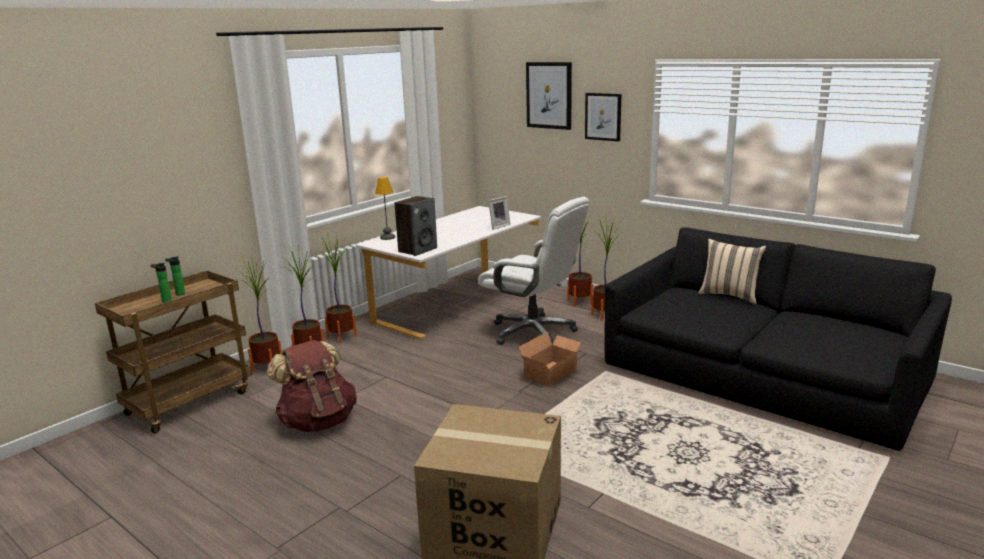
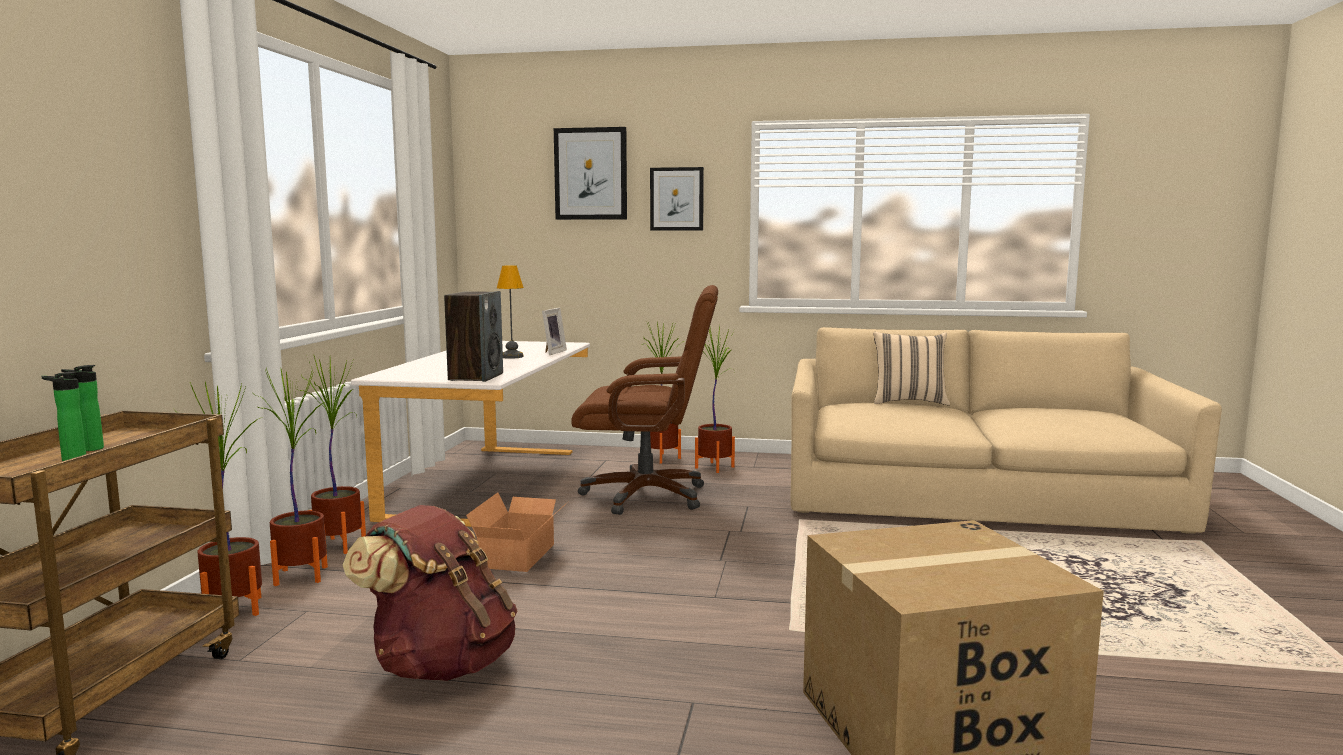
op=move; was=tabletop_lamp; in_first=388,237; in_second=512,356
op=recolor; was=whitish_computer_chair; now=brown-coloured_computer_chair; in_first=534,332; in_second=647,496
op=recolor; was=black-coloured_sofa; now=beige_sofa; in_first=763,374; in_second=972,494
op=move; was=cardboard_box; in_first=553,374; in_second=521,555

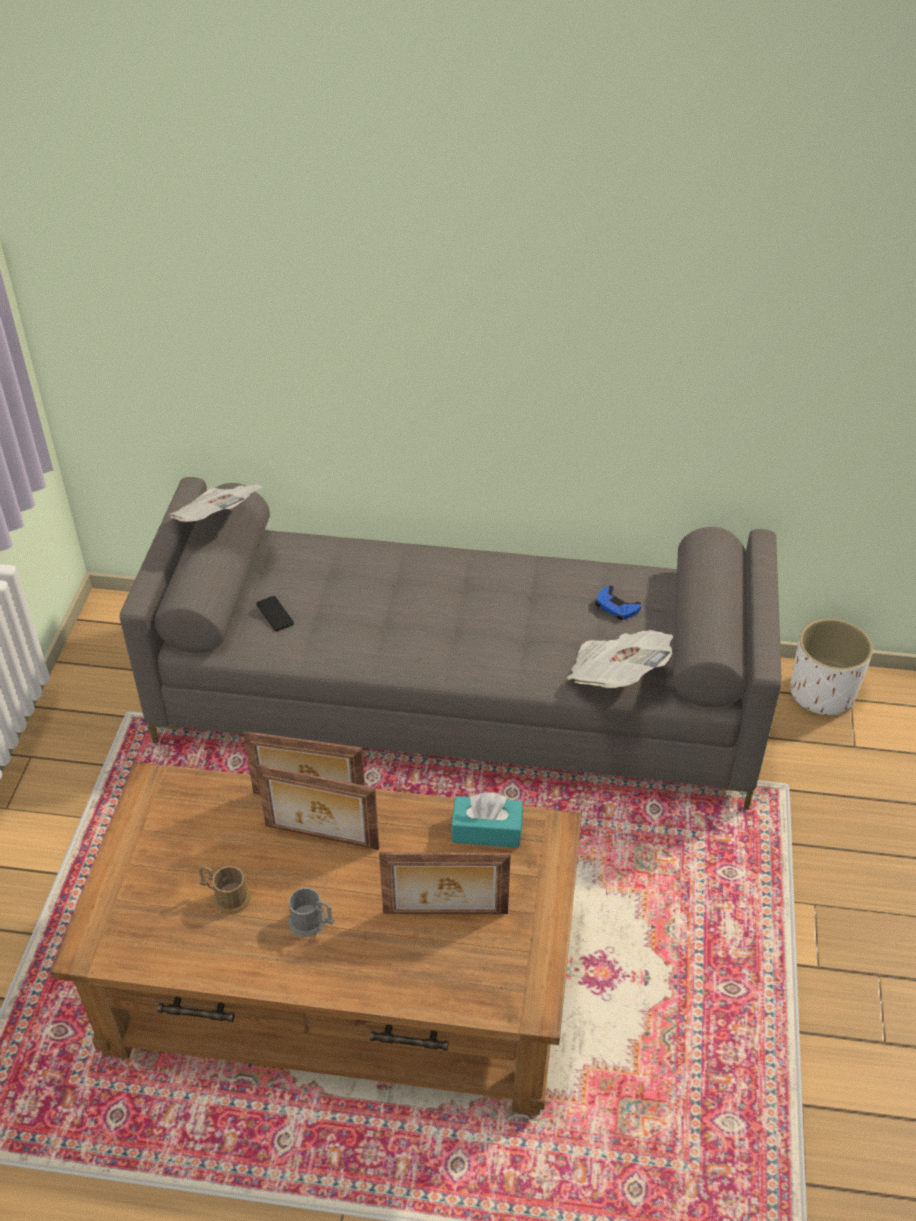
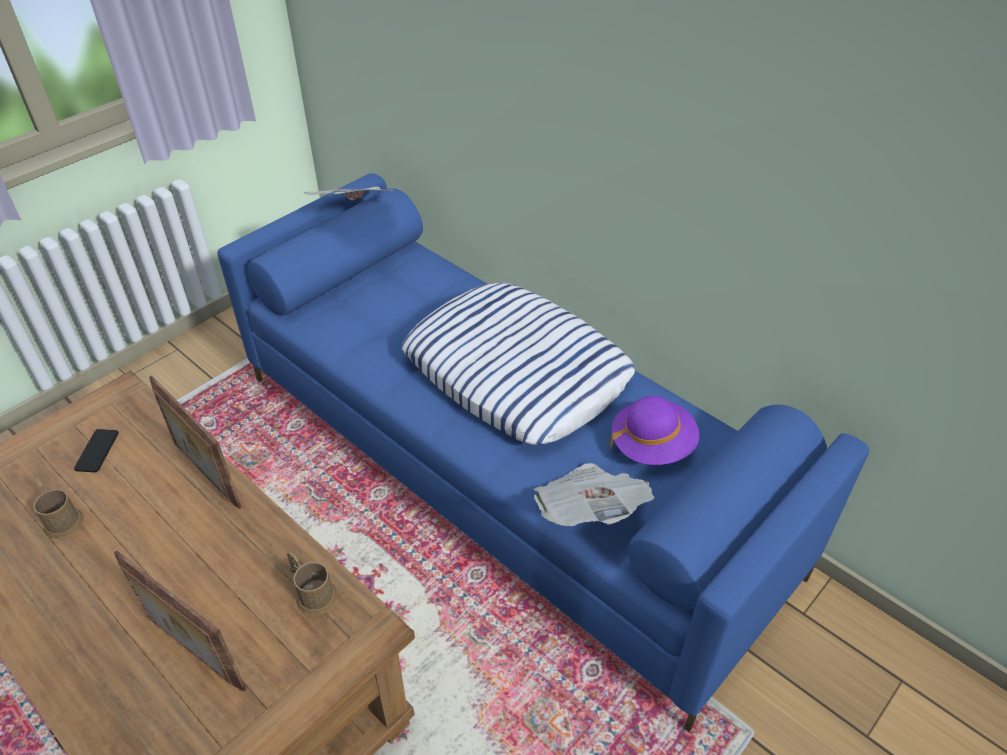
op=recolor; was=gray_sofa; now=blue_sofa; in_first=460,702; in_second=506,470
op=replace; was=blue_joypad; now=purple_wearable_hat; in_first=616,606; in_second=652,445
op=move; was=handset; in_first=275,614; in_second=97,451
op=delete; was=whitish_plant_pot; in_first=822,693
op=delete; was=photo_frame; in_first=321,838
op=replace; was=turquoise_tissue_box; now=brown-coloured_coffee_mug; in_first=487,831; in_second=312,593
op=delete; was=gray_coffee_mug; in_first=312,923
op=insert; now=pillow; in_second=517,372

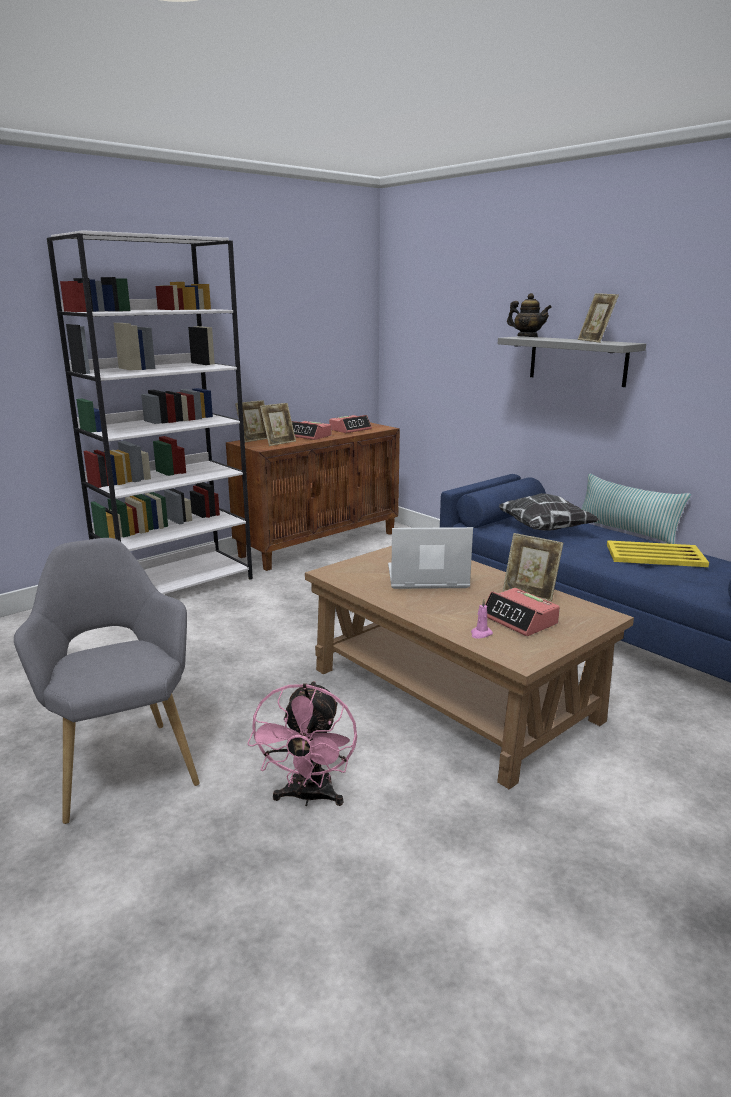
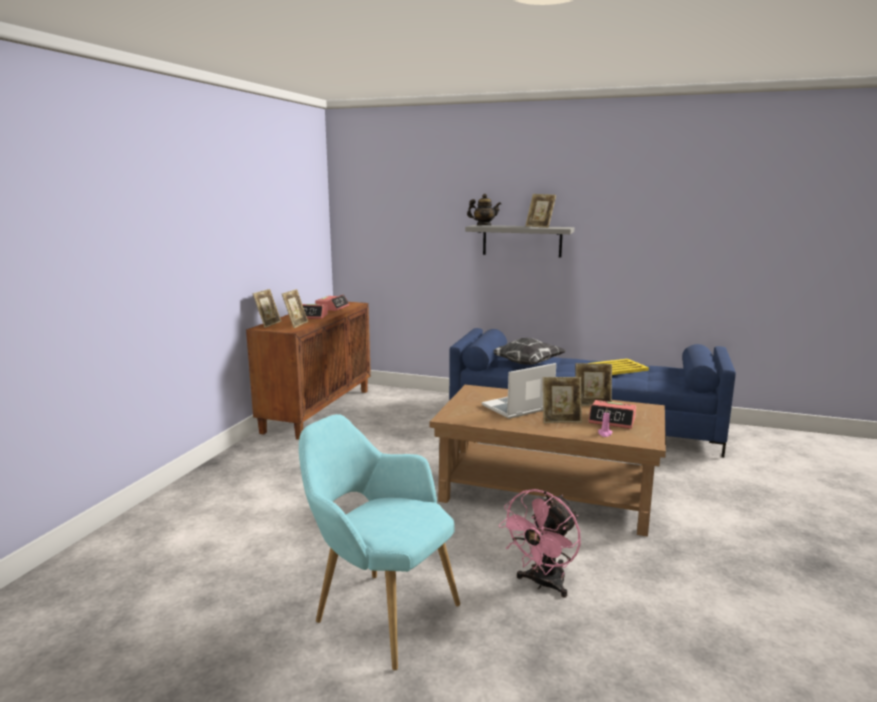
op=delete; was=whitish_bookcase; in_first=177,585
op=delete; was=pillow; in_first=626,531
op=recolor; was=gray_armchair; now=turquoise_armchair; in_first=122,762; in_second=379,612
op=rotate; was=pink_cooling_fan; in_first=308,797; in_second=543,584; clockwise=60
op=insert; now=photo_frame; in_second=561,420

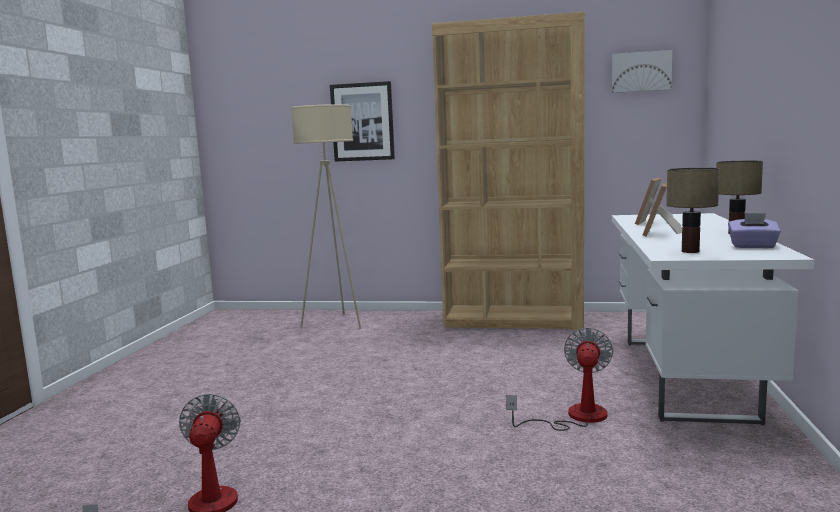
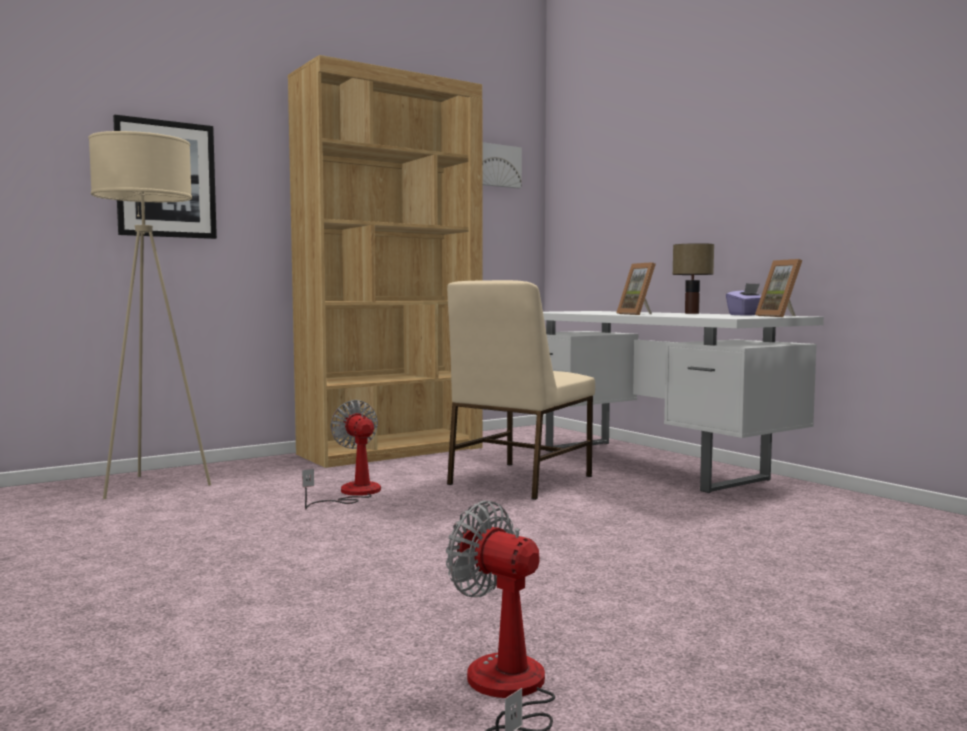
op=delete; was=tabletop_lamp; in_first=690,251
op=move; was=photo_frame; in_first=652,223; in_second=782,316
op=move; was=cooling_fan; in_first=575,417; in_second=352,494
op=insert; now=beige_chair; in_second=518,480

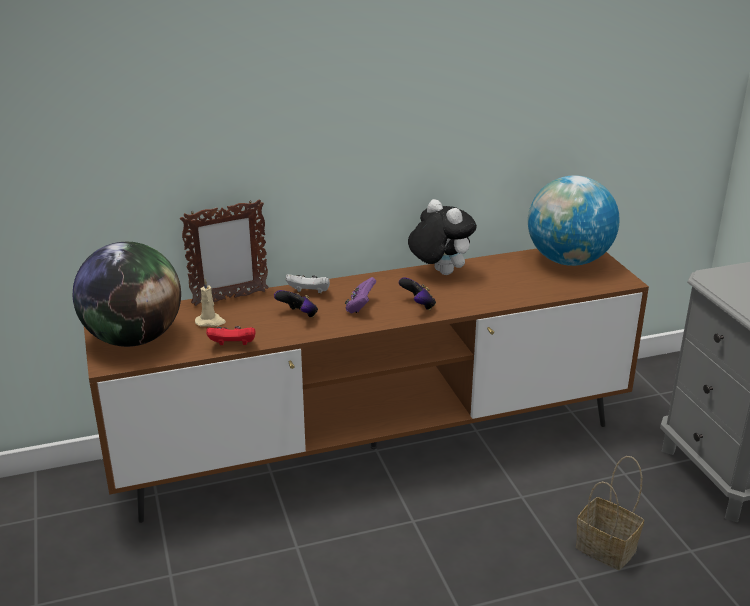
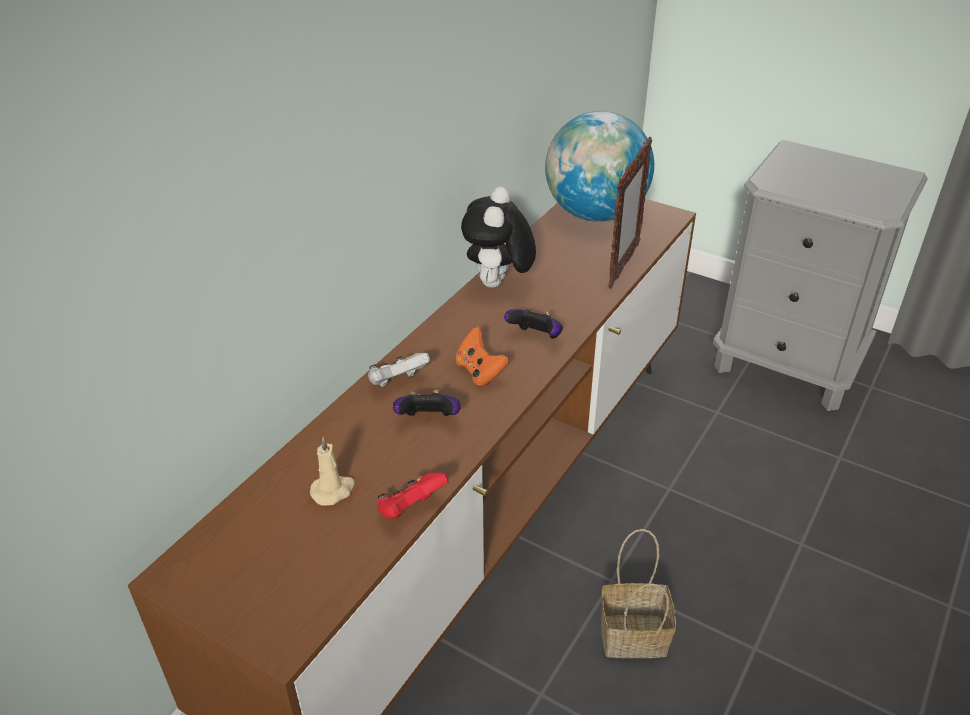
op=move; was=photo_frame; in_first=229,298; in_second=623,266
op=rotate; was=plush_toy; in_first=439,272; in_second=498,284; clockwise=-90
op=delete; was=globe; in_first=134,338
op=recolor; was=purple_joypad; now=orange-coloured_joypad; in_first=360,307; in_second=480,371
op=move; was=basket; in_first=608,548; in_second=635,634

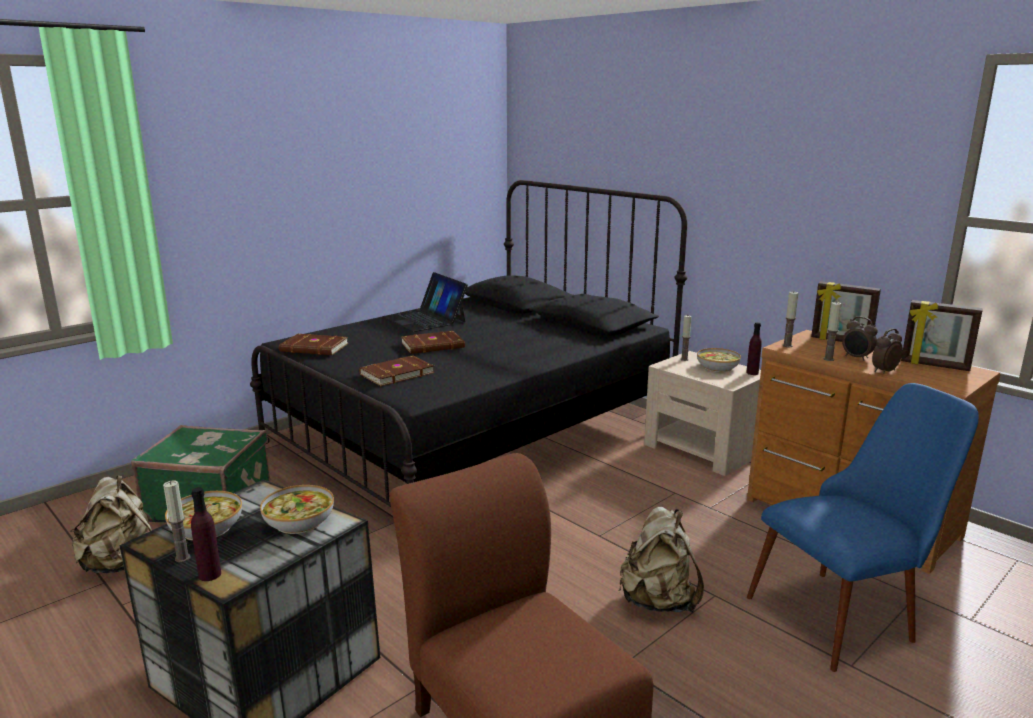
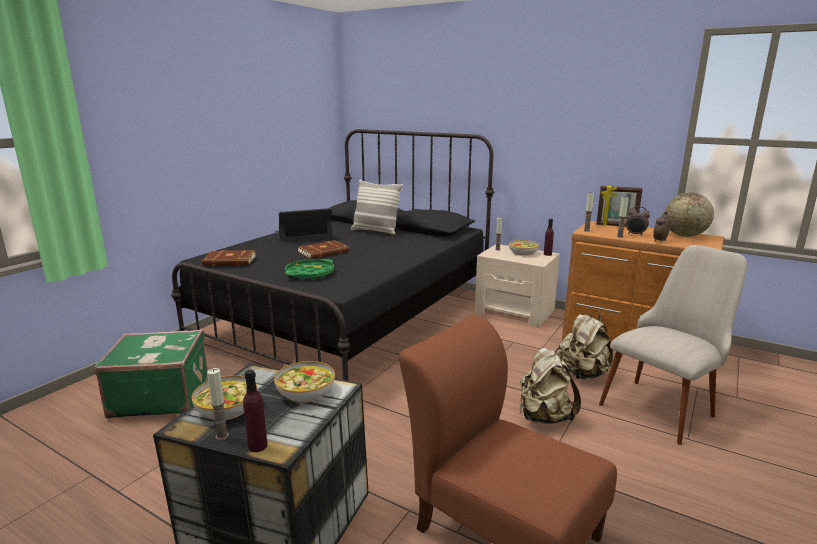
op=rotate; was=portable_computer; in_first=425,319; in_second=303,234; clockwise=120
op=replace; was=photo_frame; now=globe; in_first=935,366; in_second=684,235
op=replace; was=brown-coloured_bound_book; now=greenish_serving_tray; in_first=396,373; in_second=310,273
op=recolor; was=blue_chair; now=beige_chair; in_first=847,611; in_second=665,404
op=move; was=beige_backpack; in_first=121,564; in_second=583,374
op=insert; now=pillow; in_second=375,231

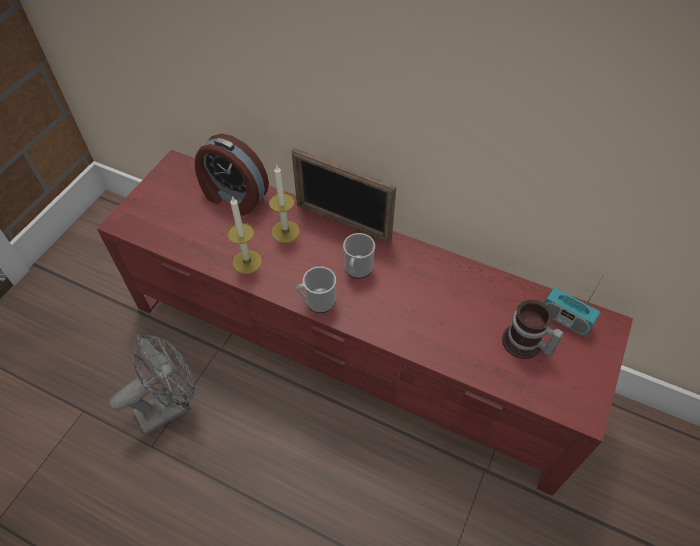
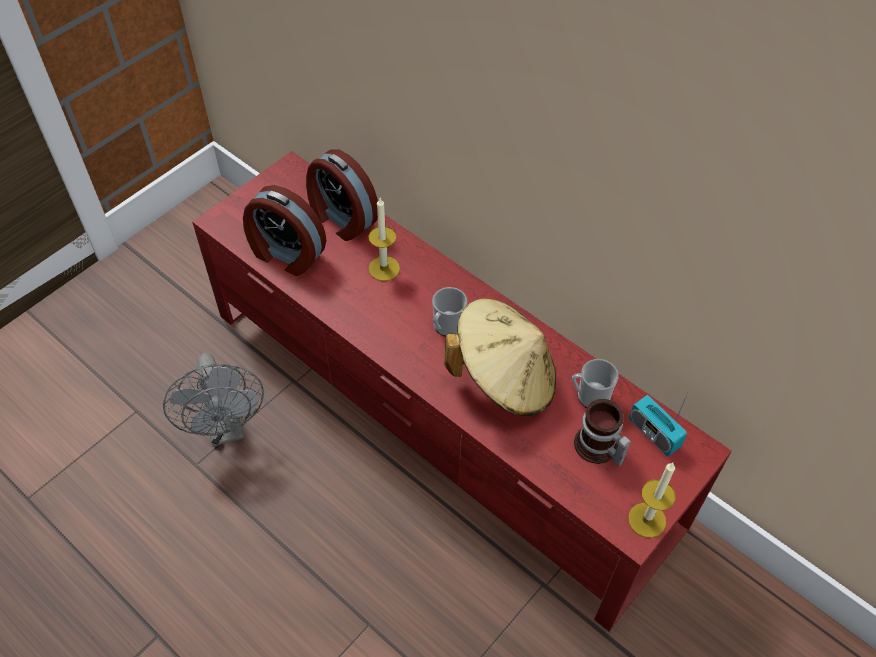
op=delete; was=photo_frame; in_first=343,222
op=move; was=wax_candle; in_first=247,262; in_second=647,520
op=move; was=coffee_mug; in_first=317,302; in_second=589,396
op=rotate; was=gray_cooling_fan; in_first=170,406; in_second=226,429; clockwise=90
op=insert; now=table_clock; in_second=286,254
op=insert; now=beige_wearable_hat; in_second=504,377

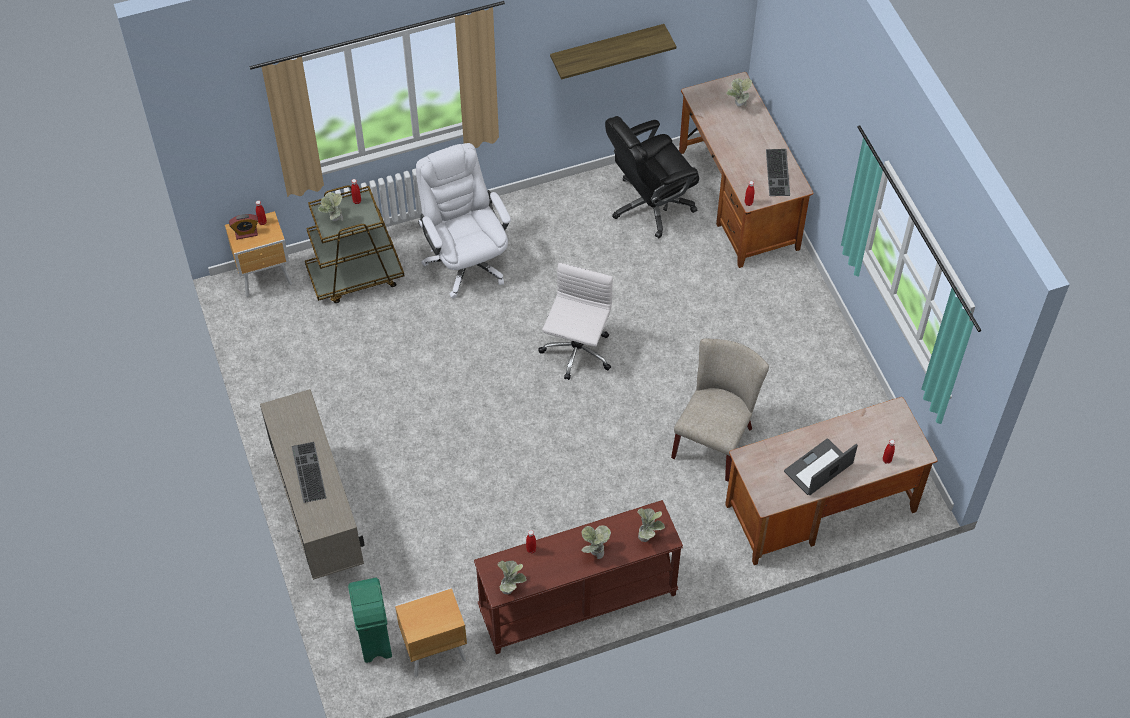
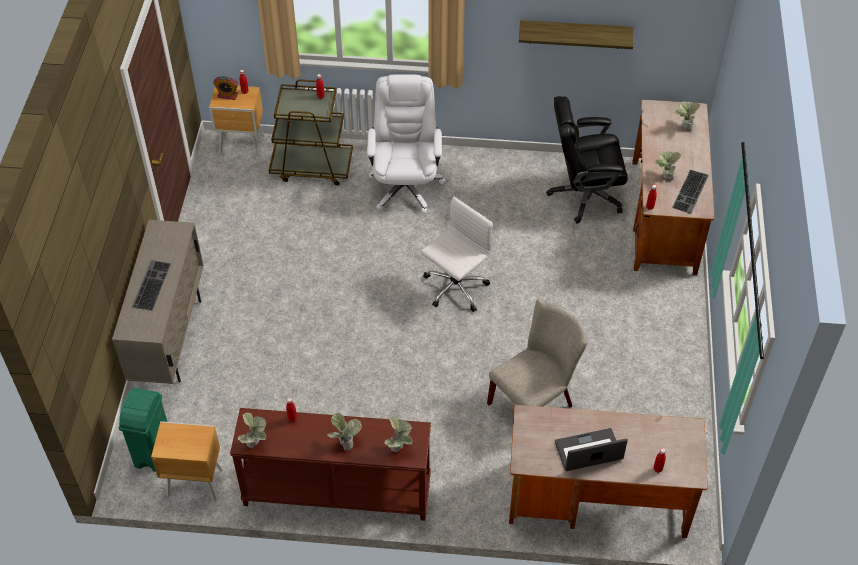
op=move; was=potted_plant; in_first=334,220; in_second=665,177

